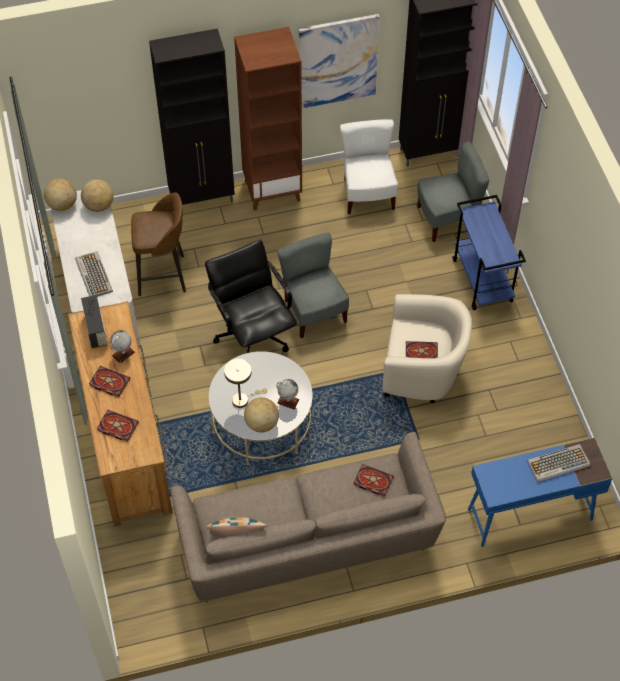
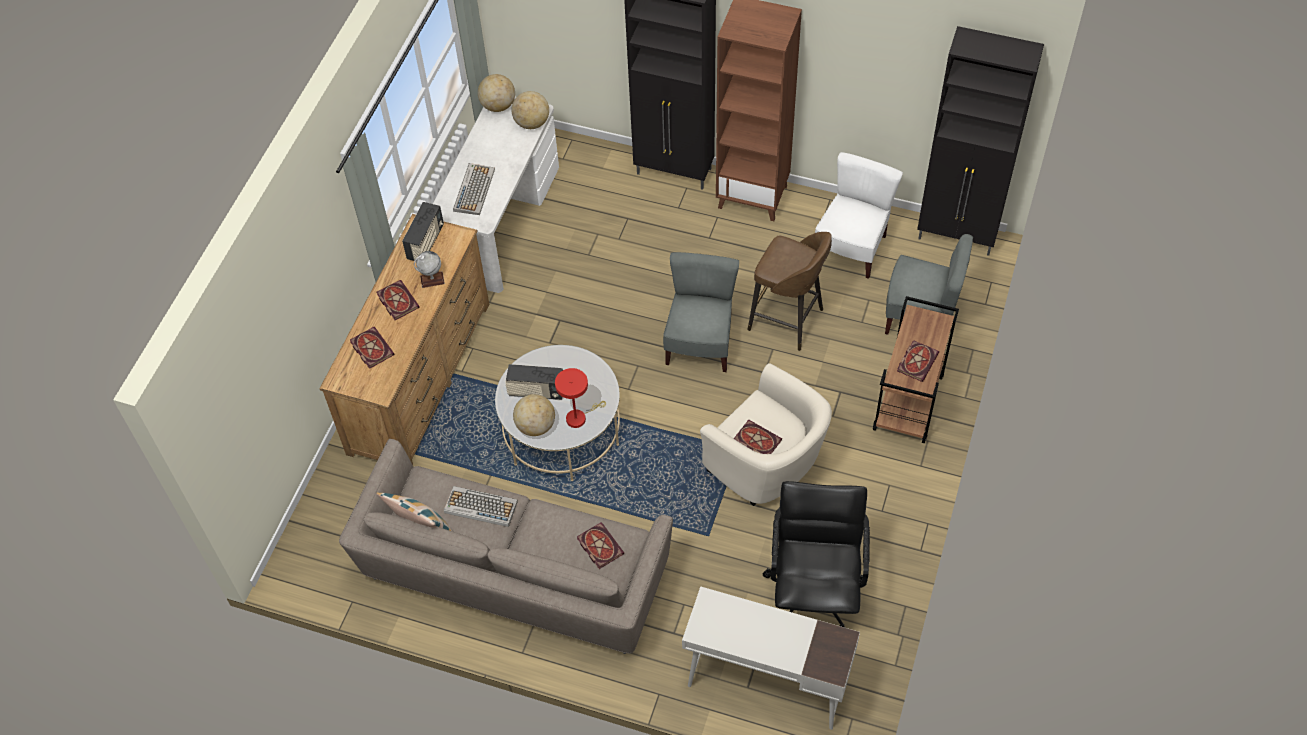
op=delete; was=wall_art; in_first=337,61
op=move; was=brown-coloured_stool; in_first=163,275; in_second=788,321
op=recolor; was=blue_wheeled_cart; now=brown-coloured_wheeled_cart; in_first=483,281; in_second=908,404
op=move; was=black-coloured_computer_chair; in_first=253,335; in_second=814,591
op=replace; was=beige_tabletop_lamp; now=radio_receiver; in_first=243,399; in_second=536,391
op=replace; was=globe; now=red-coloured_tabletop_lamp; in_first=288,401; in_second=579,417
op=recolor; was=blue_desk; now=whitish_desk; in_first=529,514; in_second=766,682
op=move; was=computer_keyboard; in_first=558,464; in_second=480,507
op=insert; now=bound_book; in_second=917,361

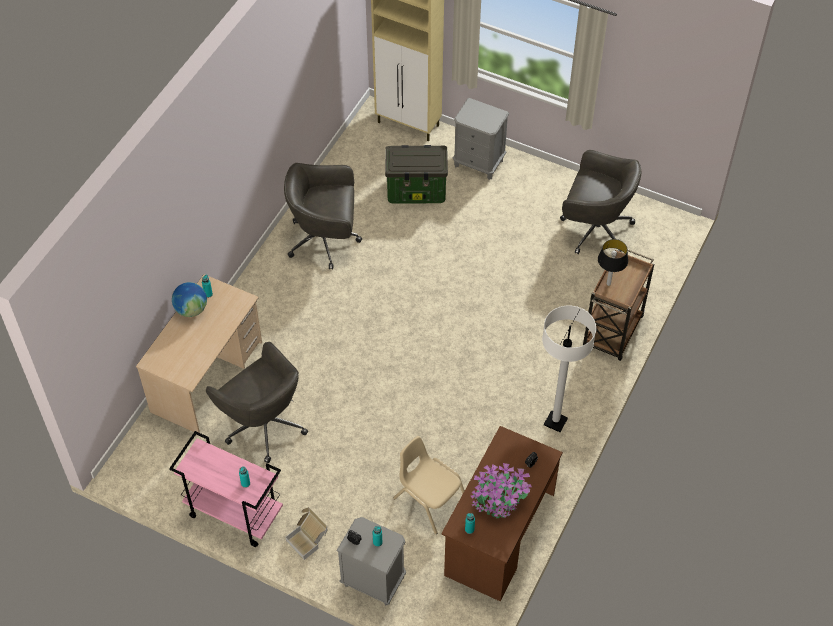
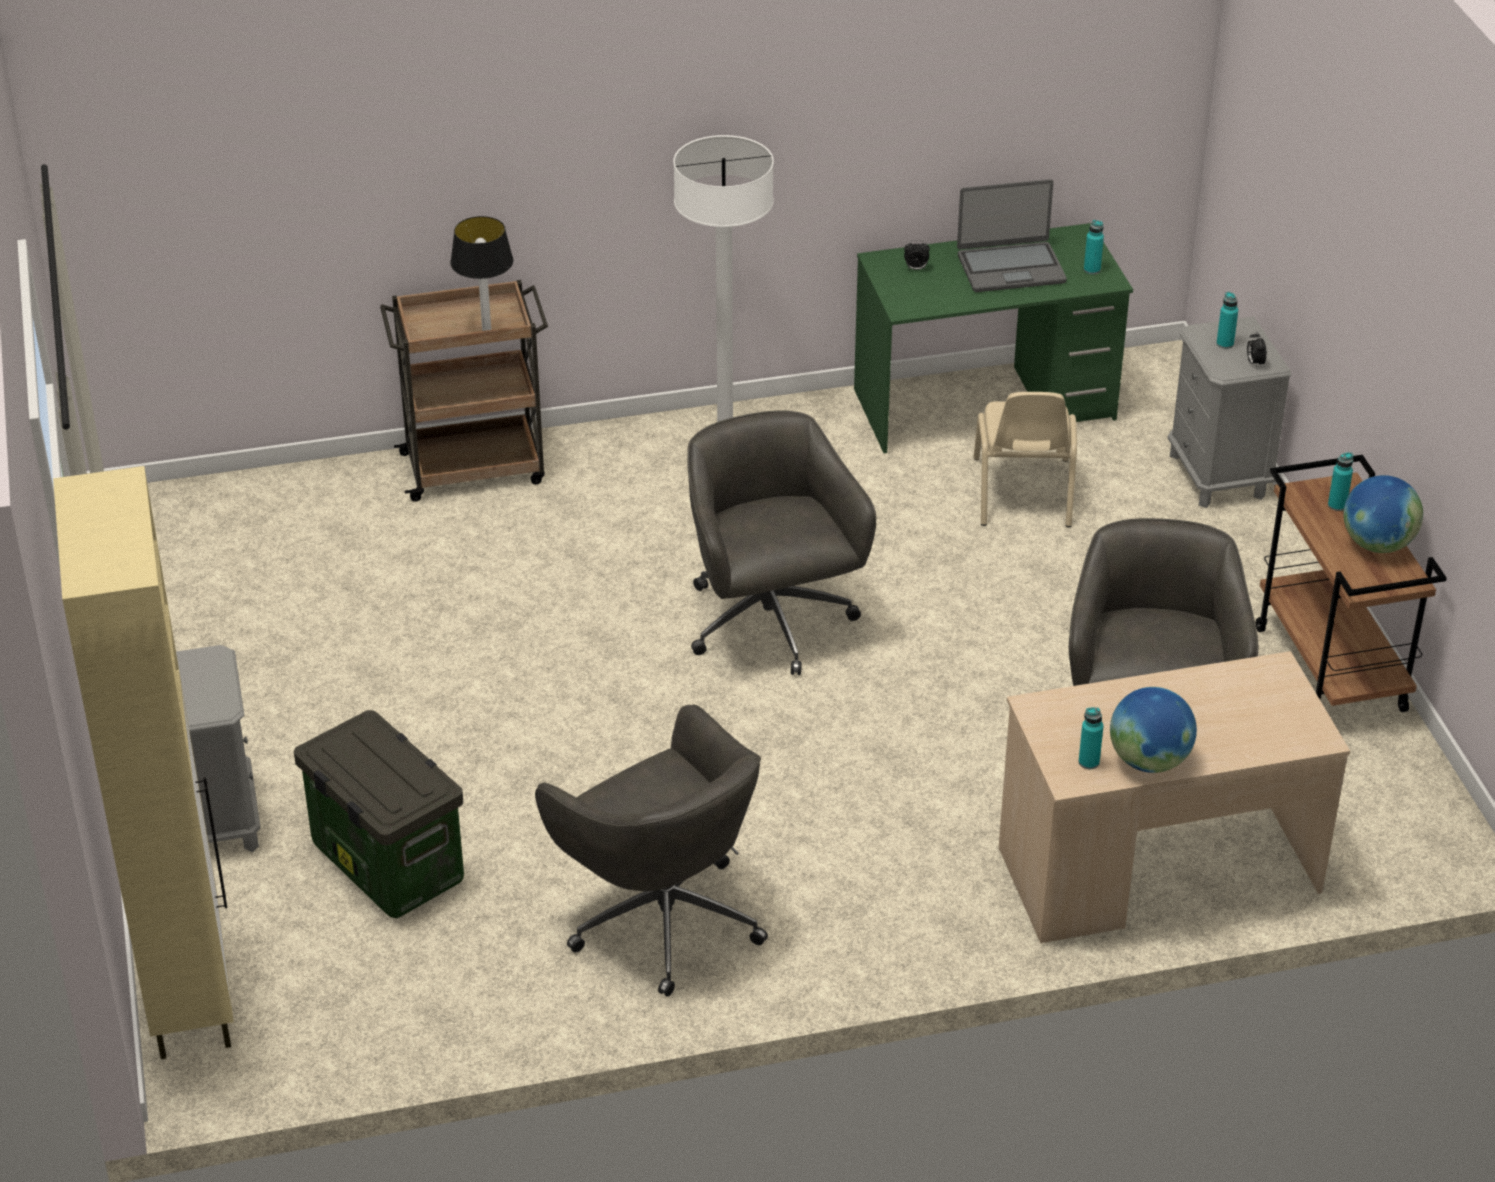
op=move; was=gray_computer_chair; in_first=594,229; in_second=770,624
op=recolor; was=brown-coloured_desk; now=greenish_desk; in_first=499,534; in_second=984,406
op=recolor; was=pink_wheeled_cart; now=brown-coloured_wheeled_cart; in_first=233,513; in_second=1332,670
op=replace; was=potted_plant; now=portable_computer; in_first=499,499; in_second=1010,268
op=delete; was=cardboard_box; in_first=308,540
op=insert; now=globe; in_second=1377,544

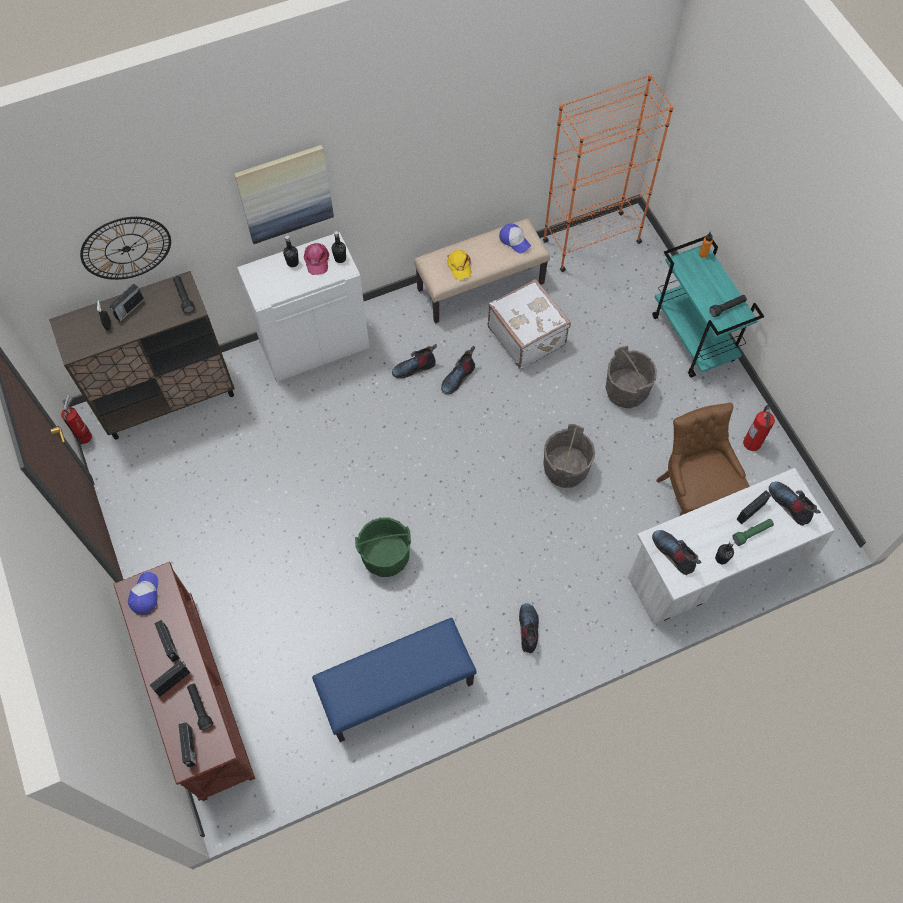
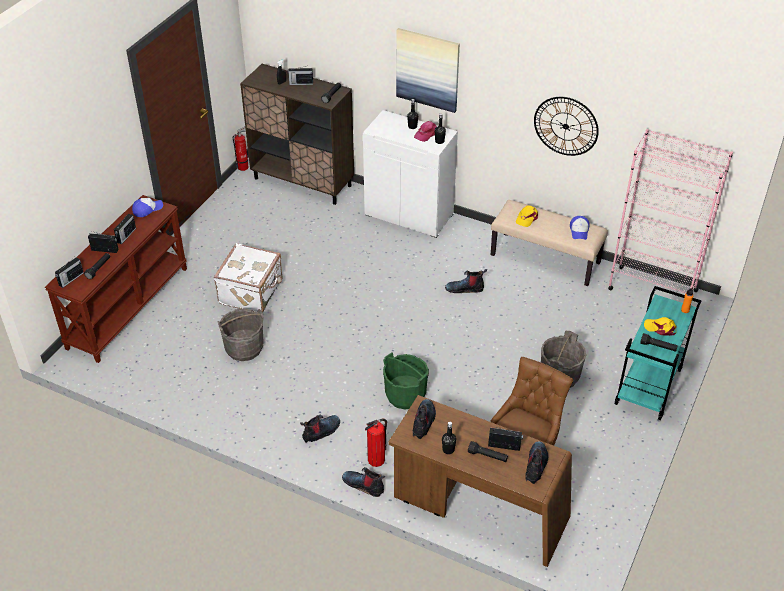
op=recolor; was=orange-coloured_bookcase; now=pink_bookcase; in_first=591,242; in_second=652,290
op=move; was=wall_clock; in_first=126,248; in_second=565,126
op=move; was=whitish_piece_of_luggage; in_first=527,335; in_second=252,292
op=move; was=boot; in_first=414,367; in_second=364,485
op=move; was=extinguisher; in_first=752,442; in_second=376,459
op=move; was=gray_bucket; in_first=565,469; in_second=244,348
op=recolor; was=whitish_desk; now=brown-coloured_desk; in_first=717,568; in_second=478,509
op=move; was=greenish_bucket; in_first=386,557; in_second=405,395
op=recolor; was=greenish_flashlight; now=black-coloured_flashlight; in_first=752,533; in_second=487,456
op=delete; was=blue_indoor_bench; in_first=396,689
op=insert; now=yellowish_peaked_cap; in_second=660,328

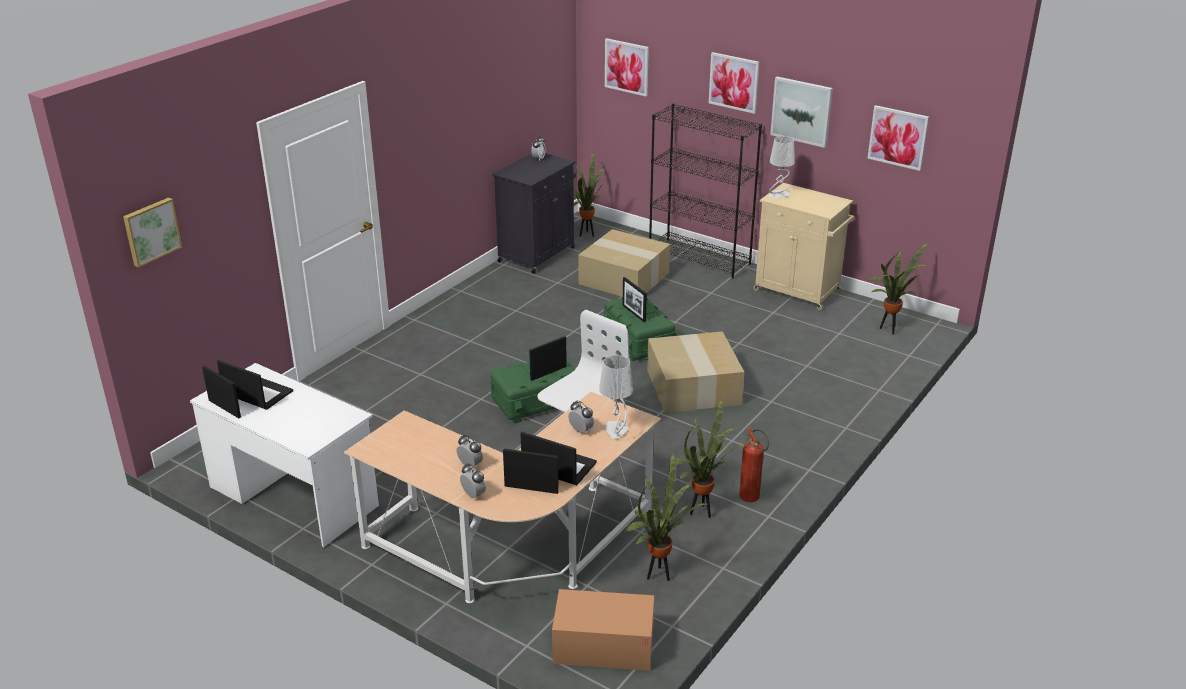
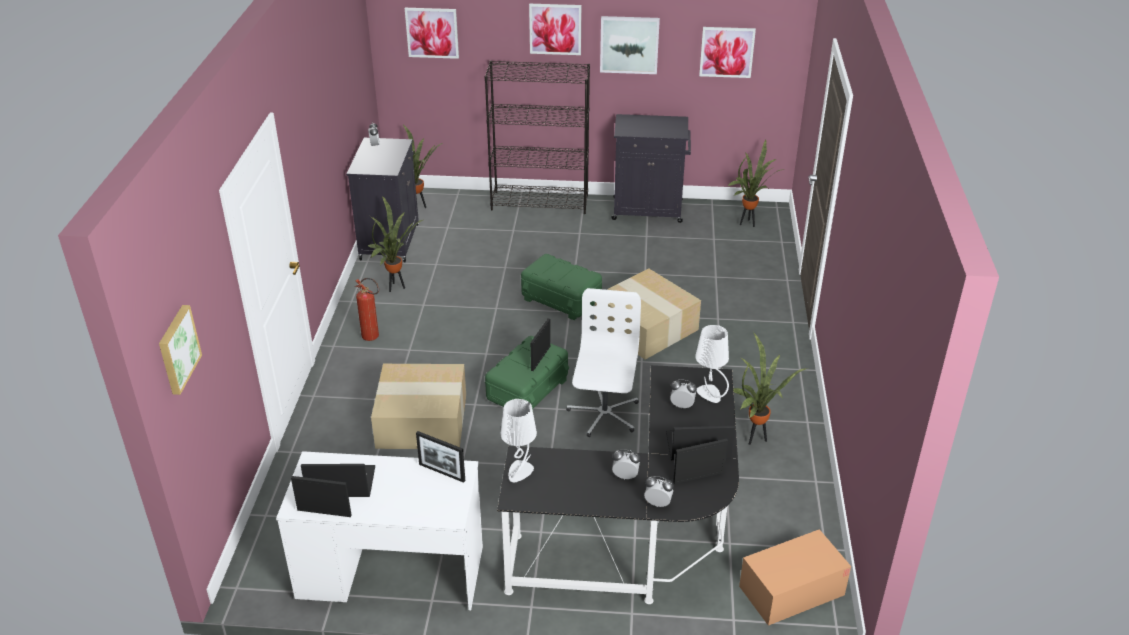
op=move; was=gray_tabletop_lamp; in_first=778,195; in_second=520,472
op=recolor; was=beige_cupboard; now=black-coloured_cupboard; in_first=798,291; in_second=649,210
op=move; was=cardboard_box; in_first=625,278; in_second=423,420
op=move; was=photo_frame; in_first=634,313; in_second=442,472
op=recolor; was=beige_desk; now=black-coloured_desk; in_first=514,550; in_second=641,538
op=move; was=extinguisher; in_first=752,499; in_second=373,338
op=move; was=potted_plant; in_first=659,574; in_second=396,287

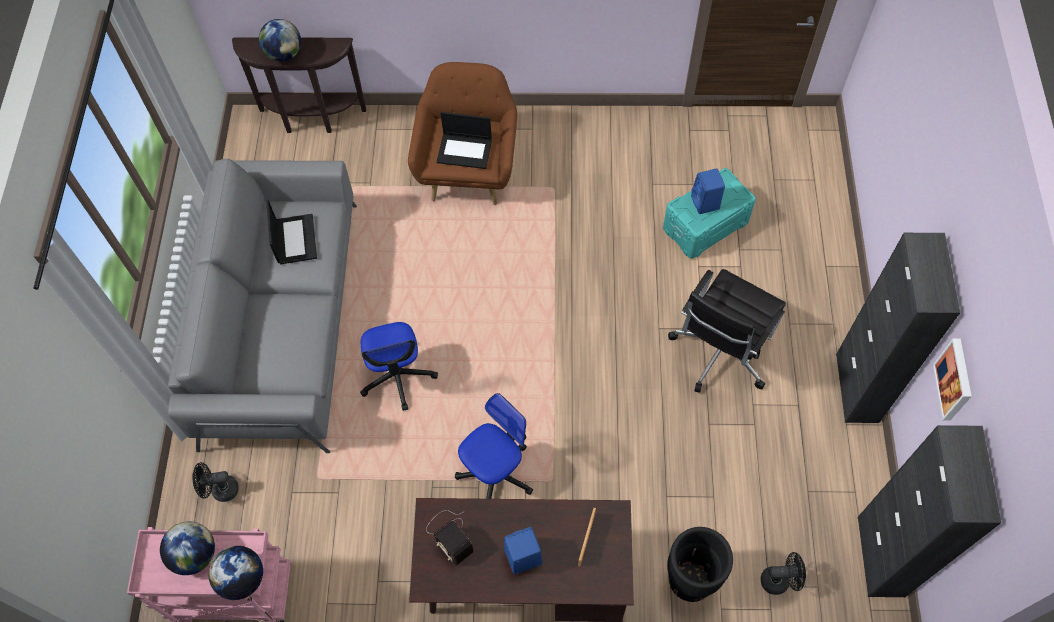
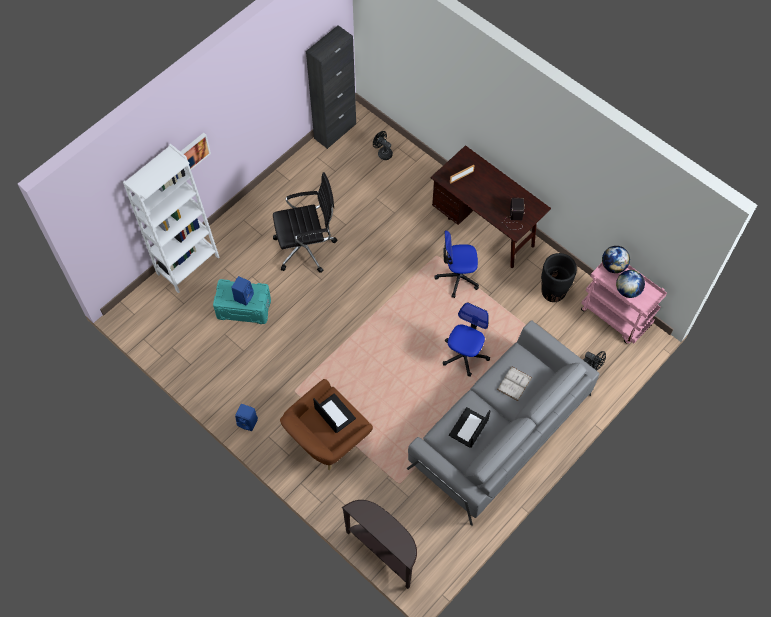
op=delete; was=globe; in_first=284,54
op=delete; was=black-coloured_cupboard; in_first=857,388
op=move; was=wall_art; in_first=955,379; in_second=194,151
op=move; was=blue_audio_speaker; in_first=522,558; in_second=248,422
op=move; was=black-coloured_plant_pot; in_first=690,581; in_second=553,292
op=insert; now=whitish_bookcase; in_second=188,265
op=insert; now=whitish_bound_book; in_second=514,383

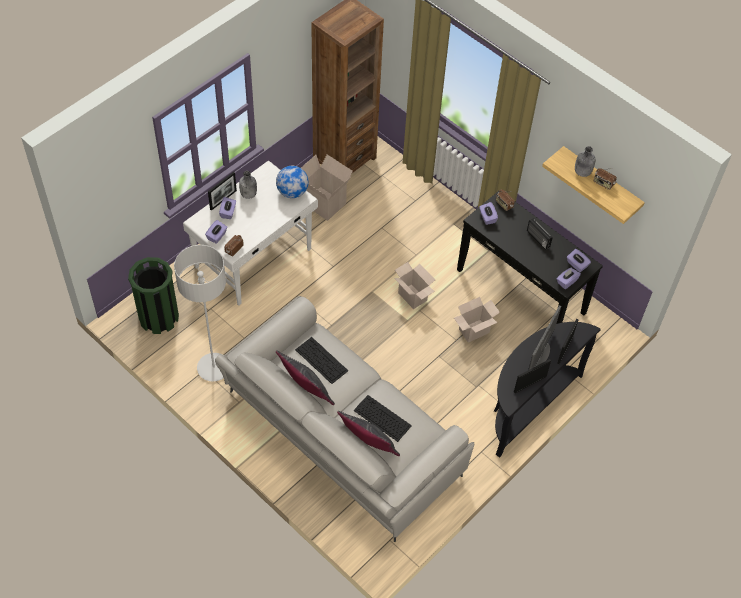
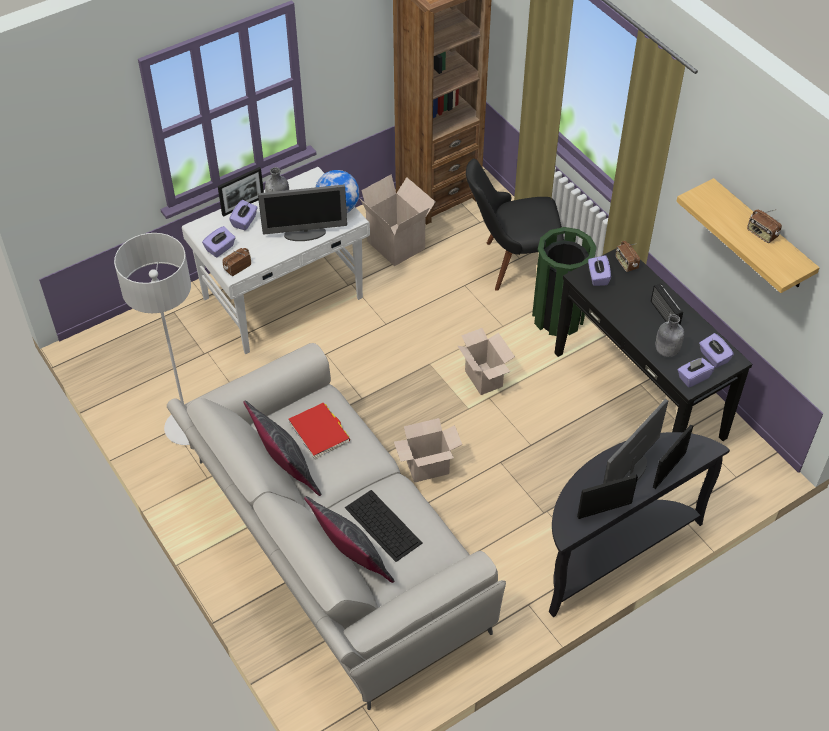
op=move; was=gray_beverage_bottle; in_first=582,172; in_second=666,351
op=move; was=greenish_trash_can; in_first=159,317; in_second=558,316
op=move; was=cardboard_box; in_first=473,332; in_second=427,469
op=replace; was=computer_keyboard; now=red-coloured_bound_book; in_first=321,360; in_second=319,432
op=insert; now=black-coloured_chair; in_second=512,264
op=insert; now=monitor; in_second=305,234

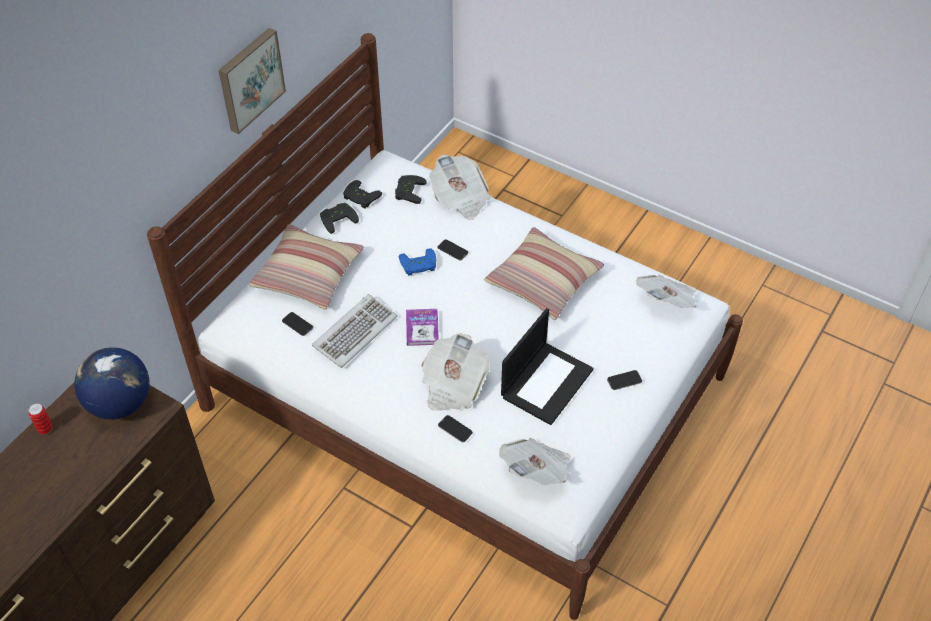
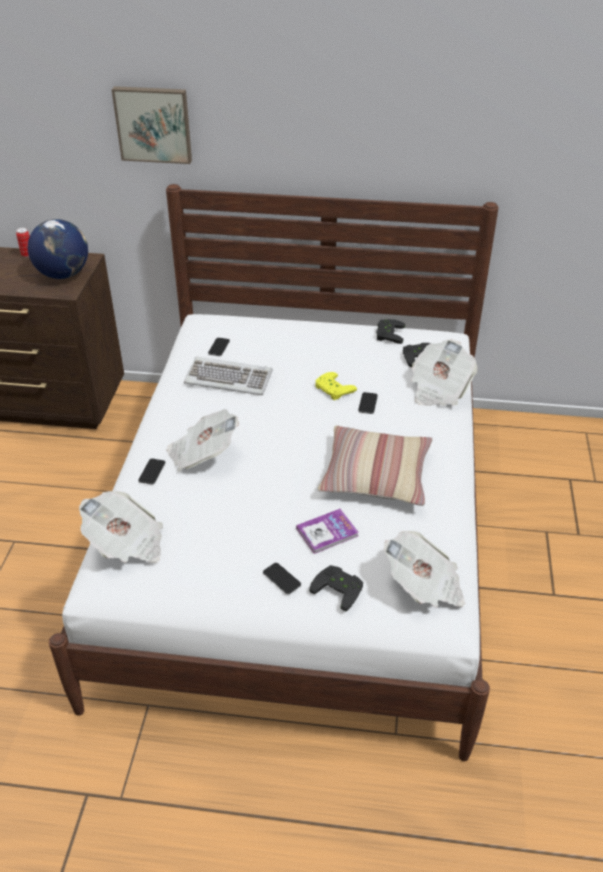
op=move; was=wall_art; in_first=249,79; in_second=154,124
op=move; was=black-coloured_joypad; in_first=337,218; in_second=339,588
op=delete; was=pillow; in_first=308,274
op=recolor; was=blue_joypad; now=yellowish_joypad; in_first=418,265; in_second=332,389
op=delete; was=portable_computer; in_first=546,382
op=move; was=bound_book; in_first=422,328; in_second=327,532

